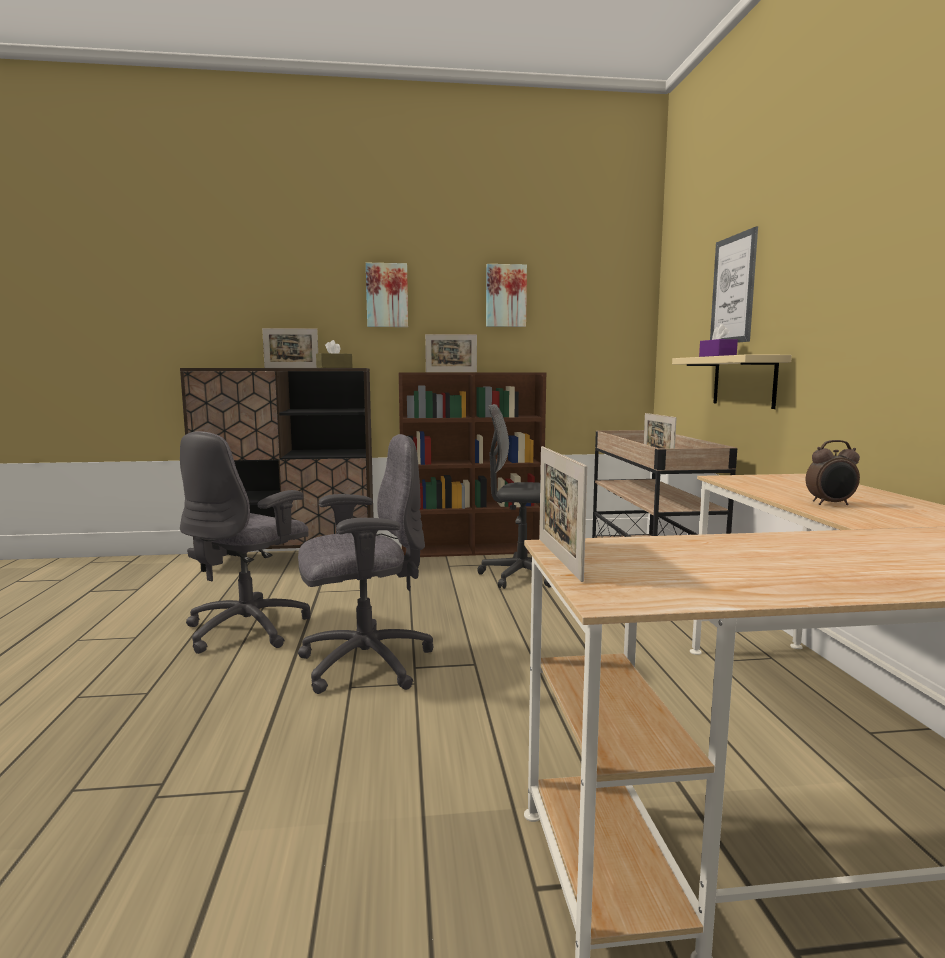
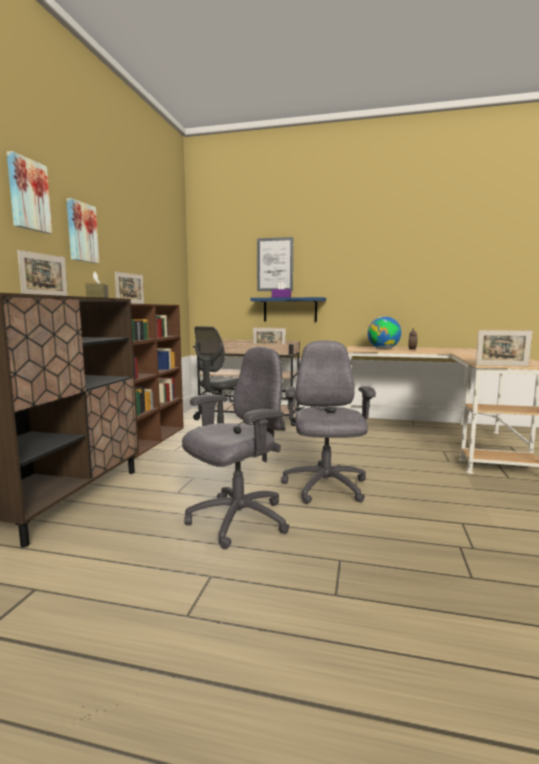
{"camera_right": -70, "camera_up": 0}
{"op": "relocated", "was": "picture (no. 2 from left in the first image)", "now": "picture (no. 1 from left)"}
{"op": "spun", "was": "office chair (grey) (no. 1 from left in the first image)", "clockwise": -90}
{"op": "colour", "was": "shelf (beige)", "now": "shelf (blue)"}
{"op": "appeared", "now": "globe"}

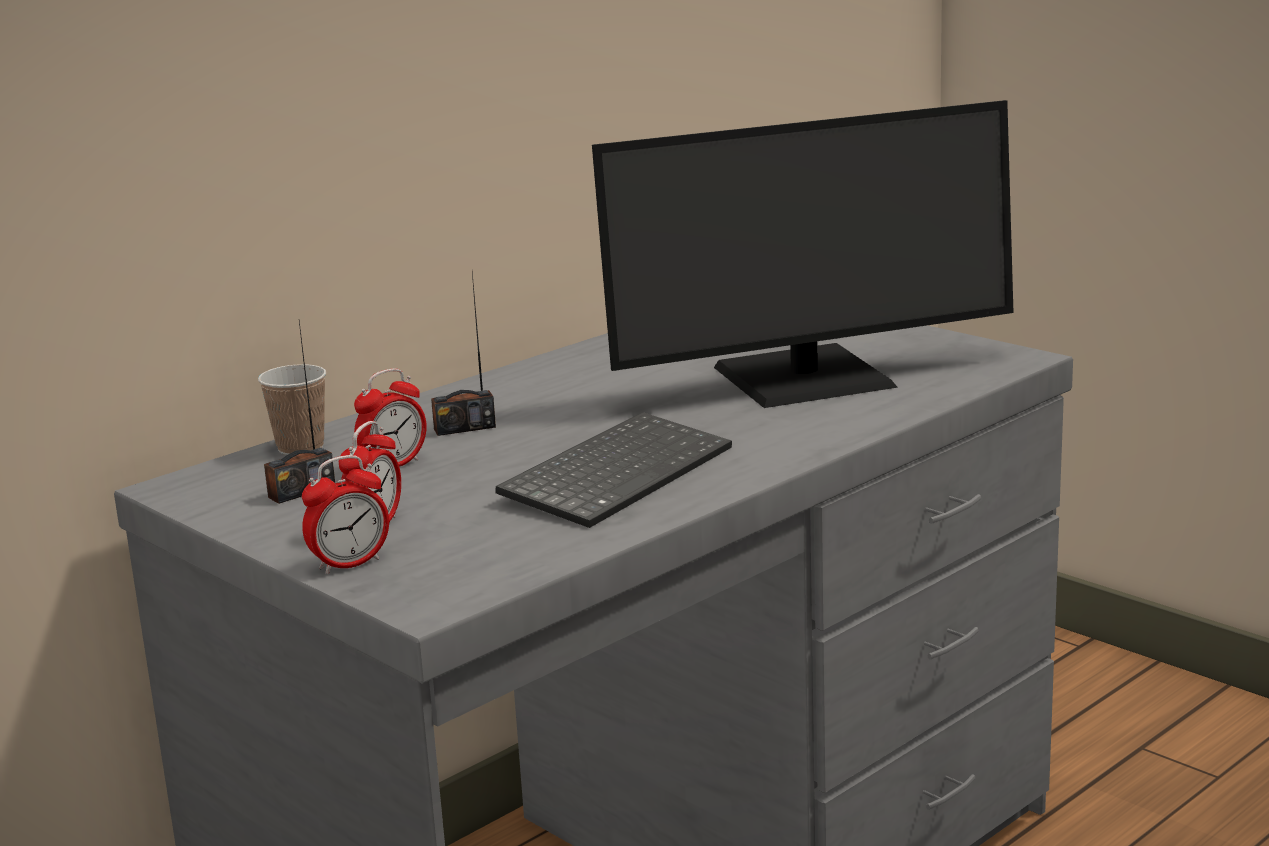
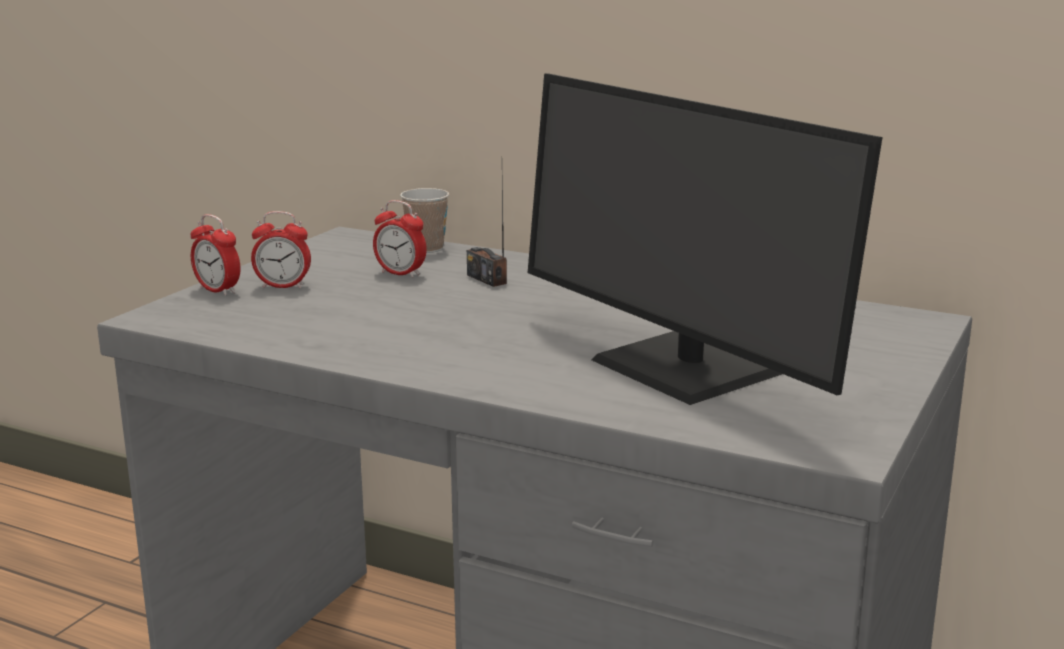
{"camera_right": 70, "camera_up": 0}
{"op": "missing", "was": "radio (no. 1 from left)"}
{"op": "missing", "was": "keyboard"}

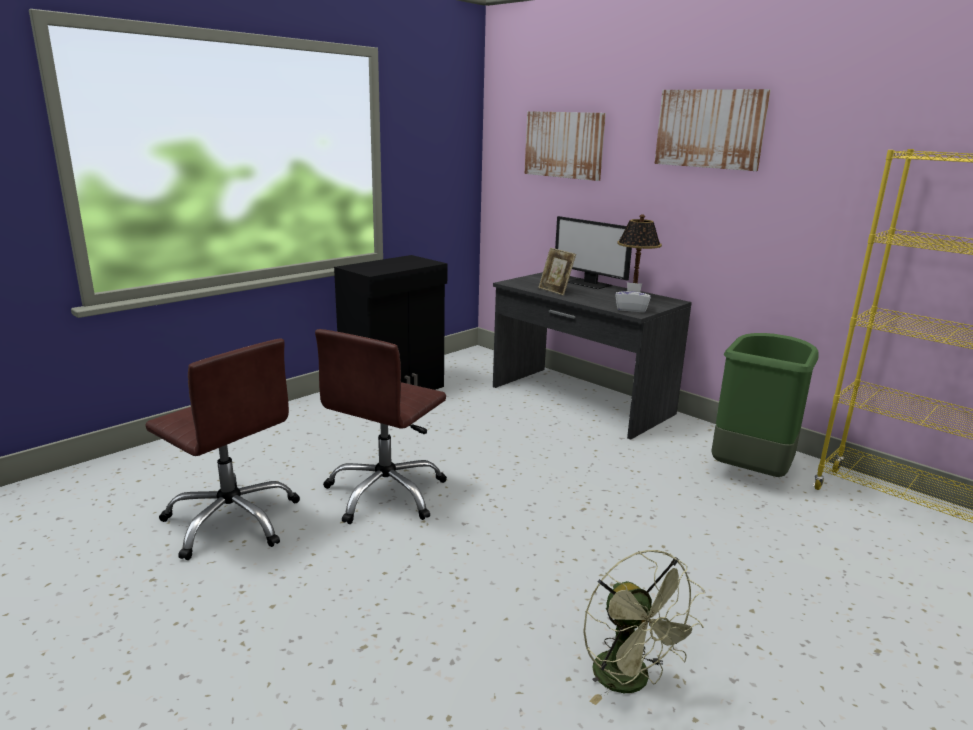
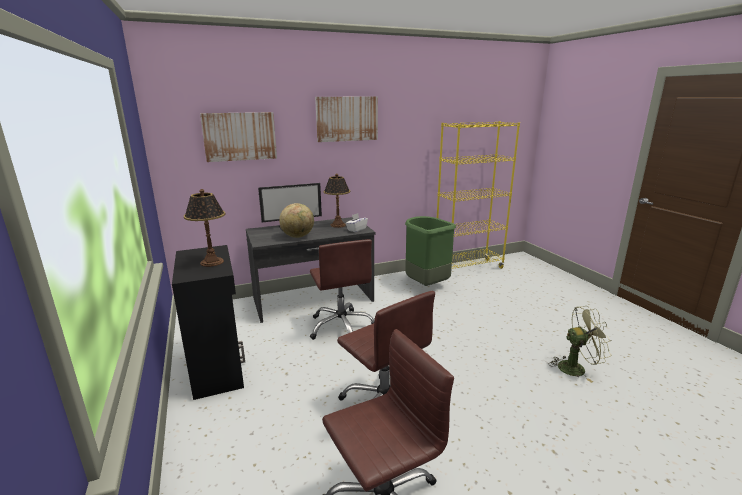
{"camera_right": -65, "camera_up": 0}
{"op": "appeared", "now": "table lamp (no. 1 from left)"}
{"op": "exchanged", "was": "picture frame", "now": "globe"}
{"op": "appeared", "now": "office chair (brown) (no. 1 from left)"}

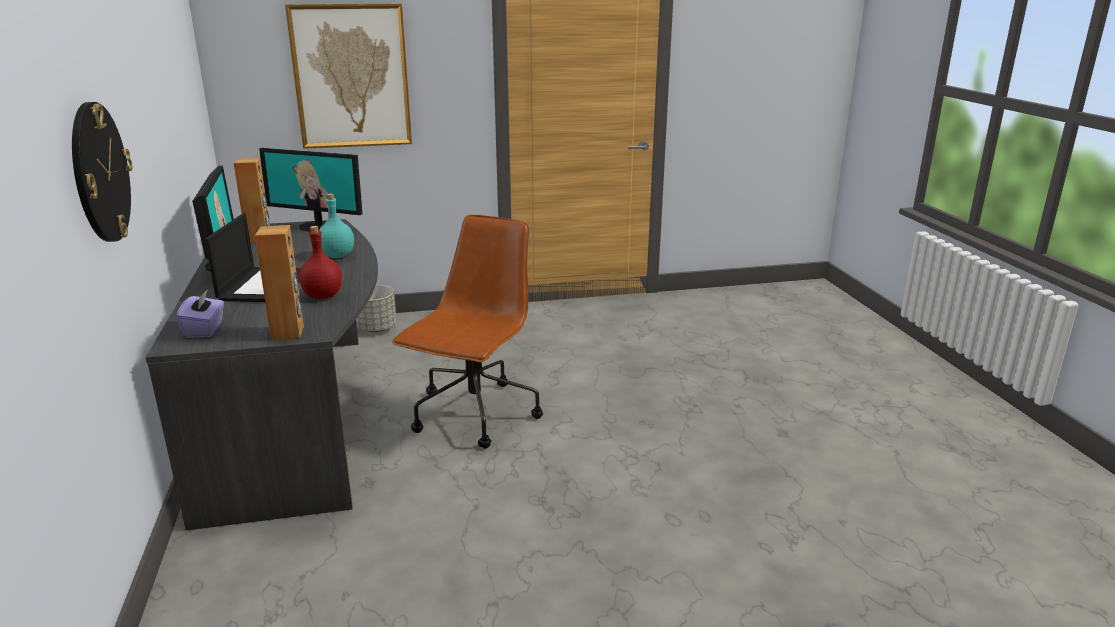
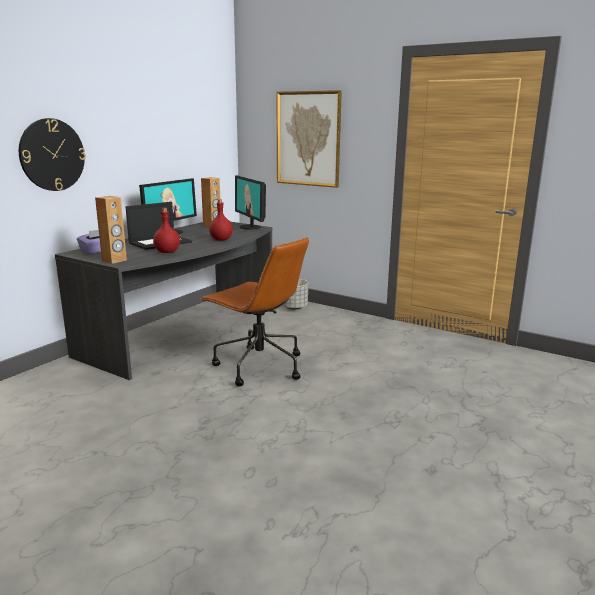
{"camera_right": 45, "camera_up": -5}
{"op": "spun", "was": "office chair (brown)", "clockwise": 60}
{"op": "colour", "was": "bottle (turquoise)", "now": "bottle (red) (no. 2 from left)"}

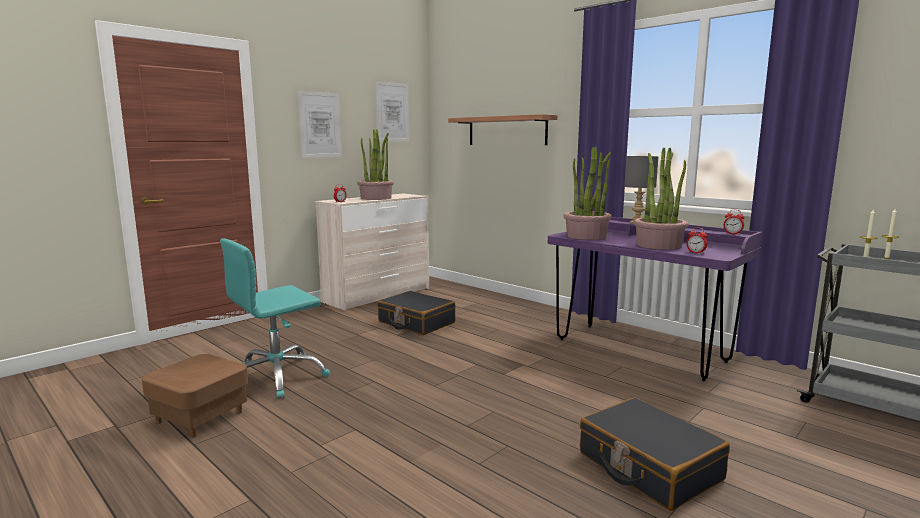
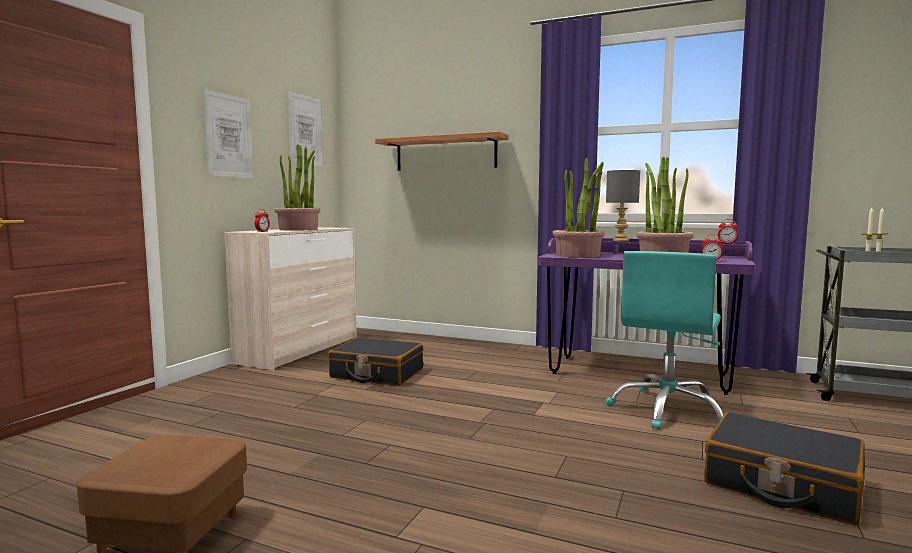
{"camera_right": -20, "camera_up": -5}
{"op": "relocated", "was": "office chair (turquoise)"}

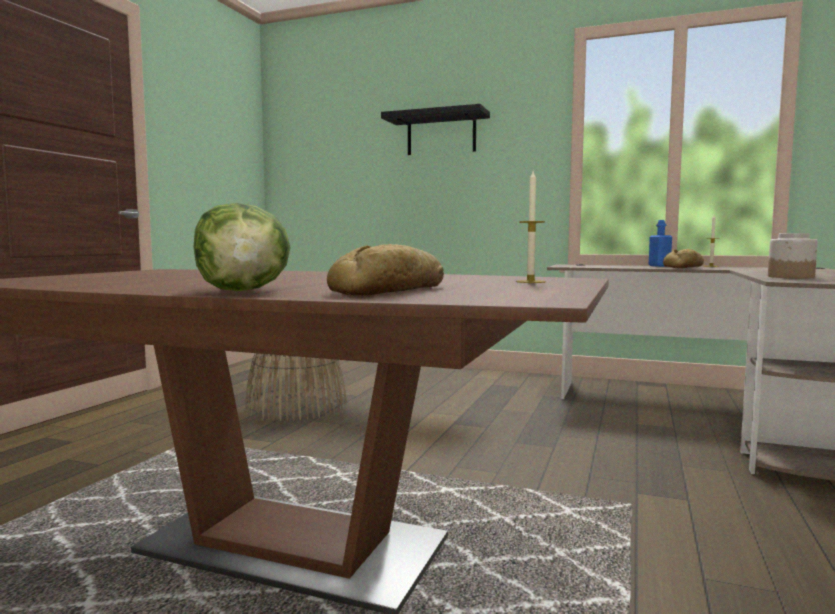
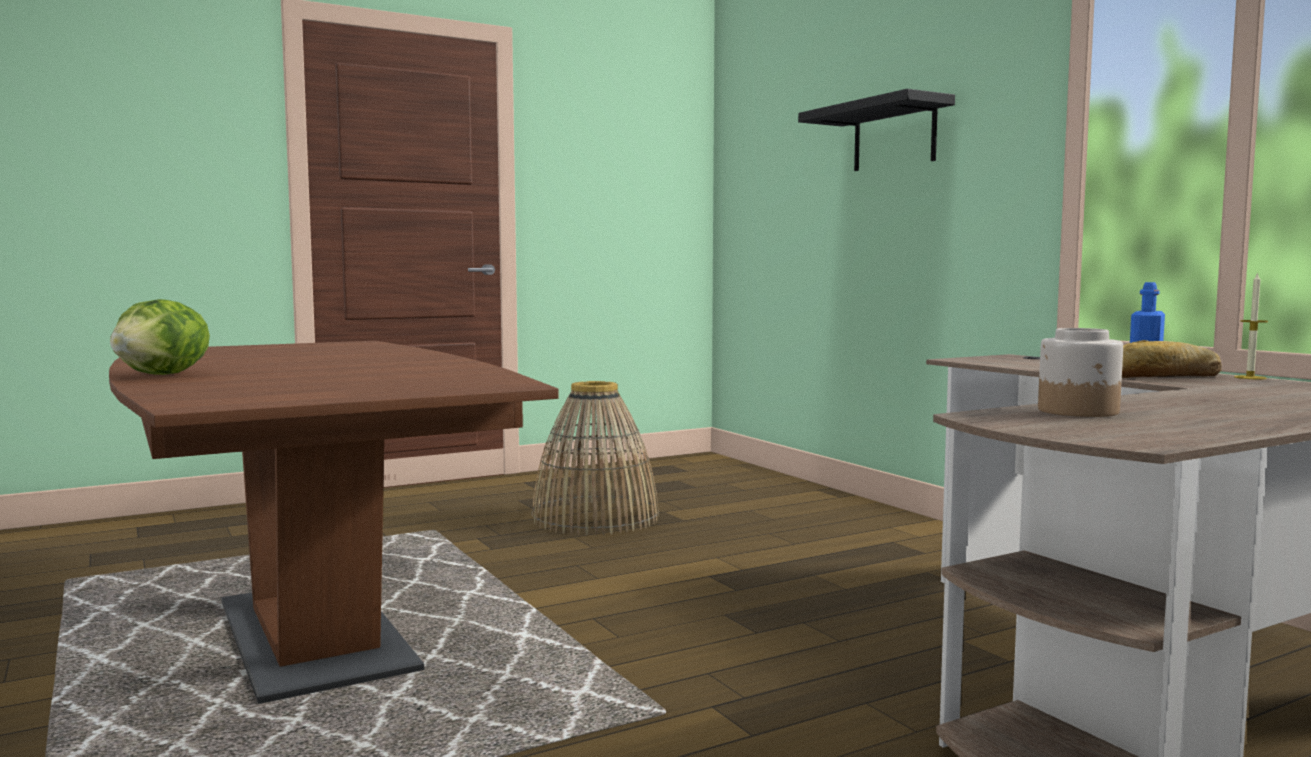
{"camera_right": 40, "camera_up": 0}
{"op": "missing", "was": "bread (no. 1 from left)"}
{"op": "missing", "was": "candle (no. 1 from left)"}

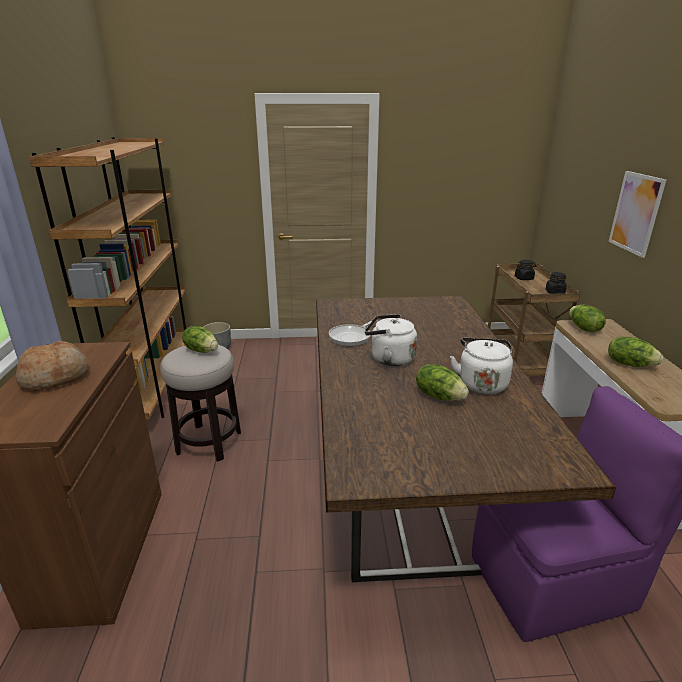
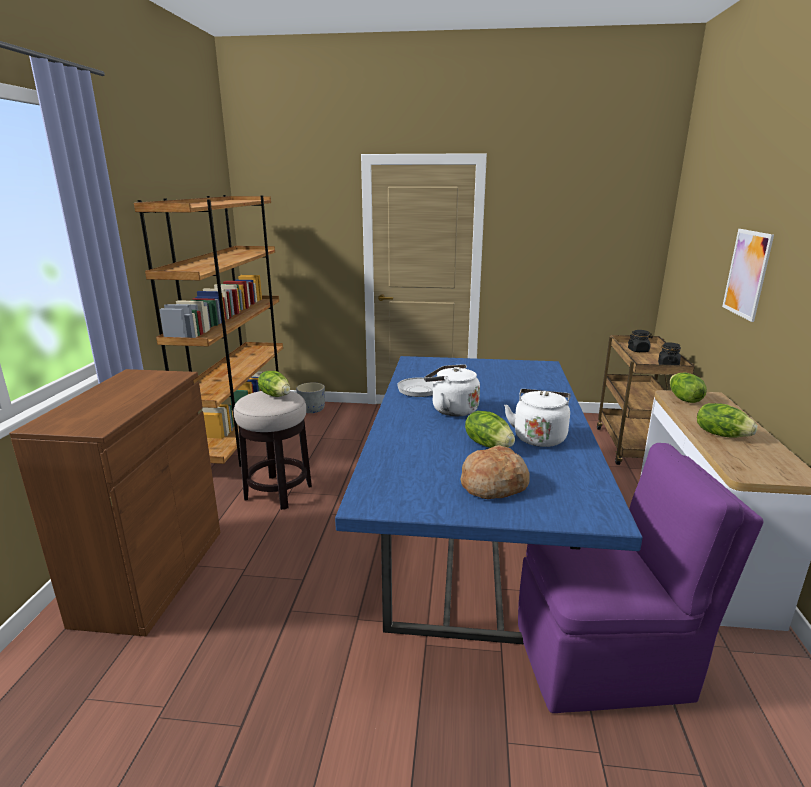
{"camera_right": 10, "camera_up": -5}
{"op": "colour", "was": "dining table (brown)", "now": "dining table (blue)"}
{"op": "relocated", "was": "bread"}

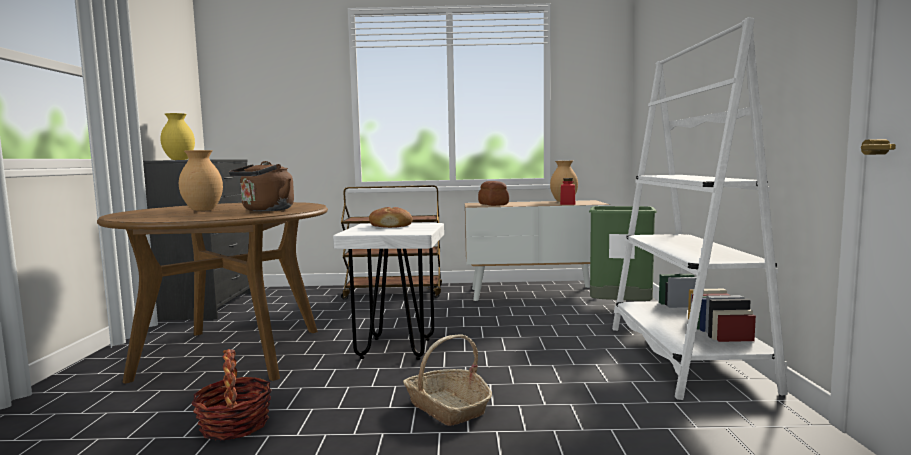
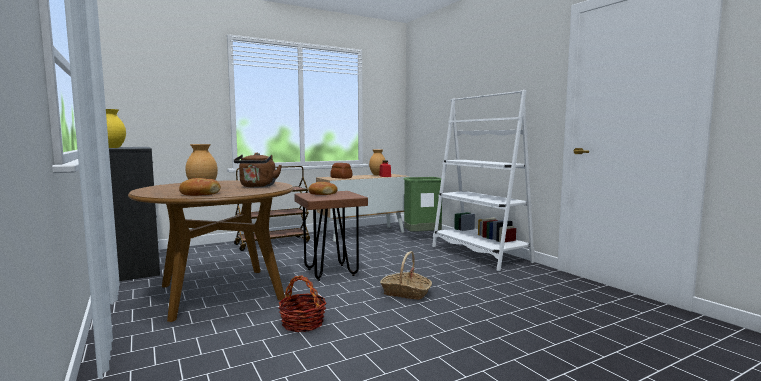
{"camera_right": -30, "camera_up": 0}
{"op": "appeared", "now": "bread (no. 1 from left)"}
{"op": "colour", "was": "stool (white)", "now": "stool (brown)"}

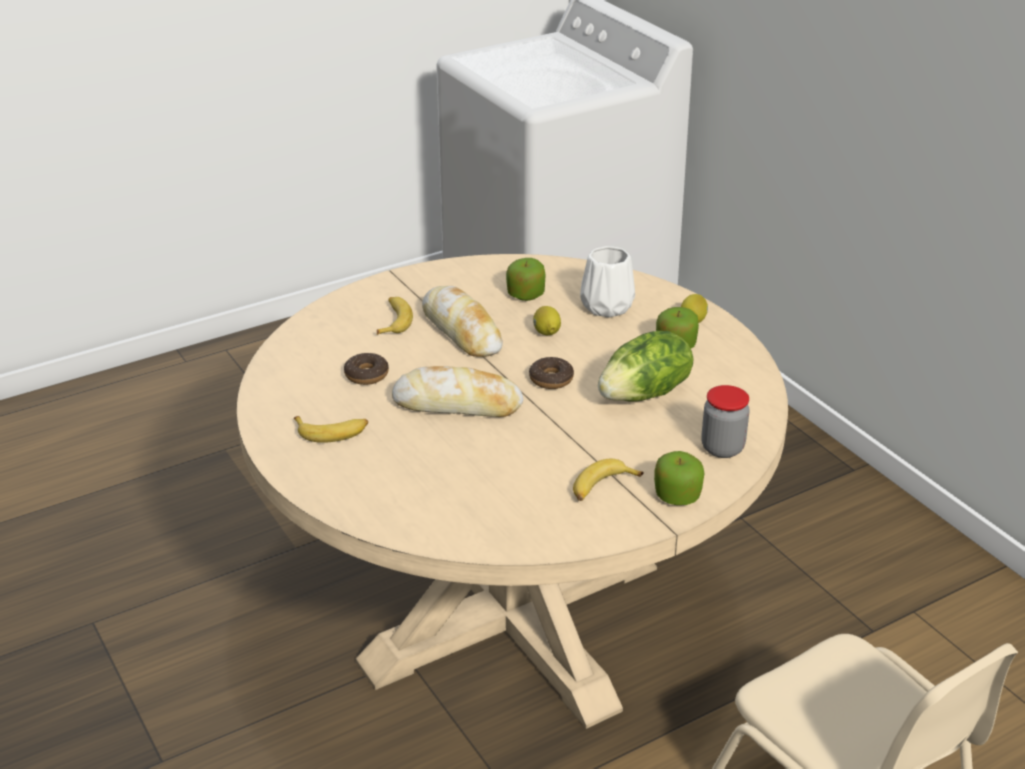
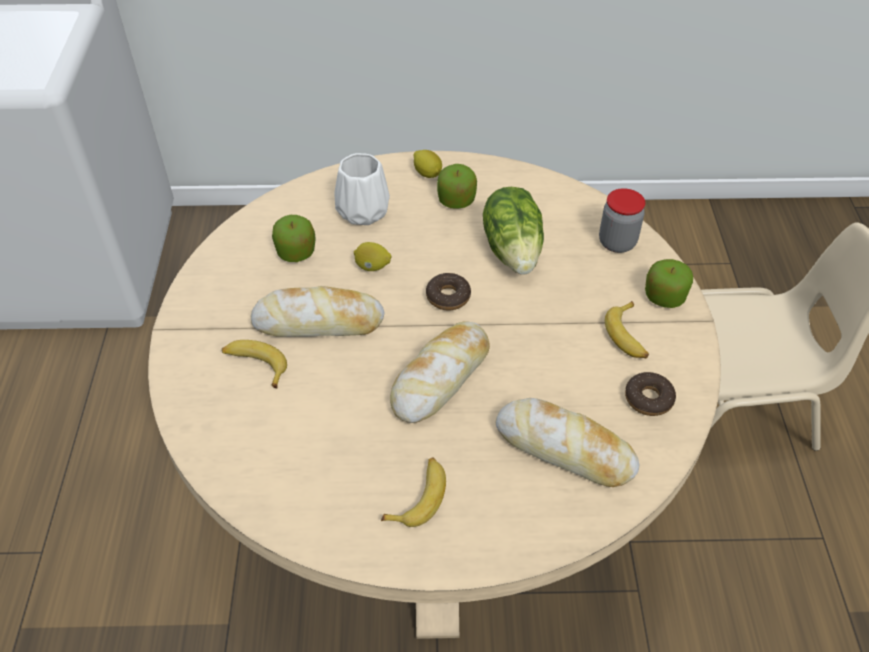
{"camera_right": -60, "camera_up": 15}
{"op": "appeared", "now": "bread (no. 3 from left)"}
{"op": "relocated", "was": "donut (no. 1 from left in the first image)", "now": "donut (no. 2 from left)"}

